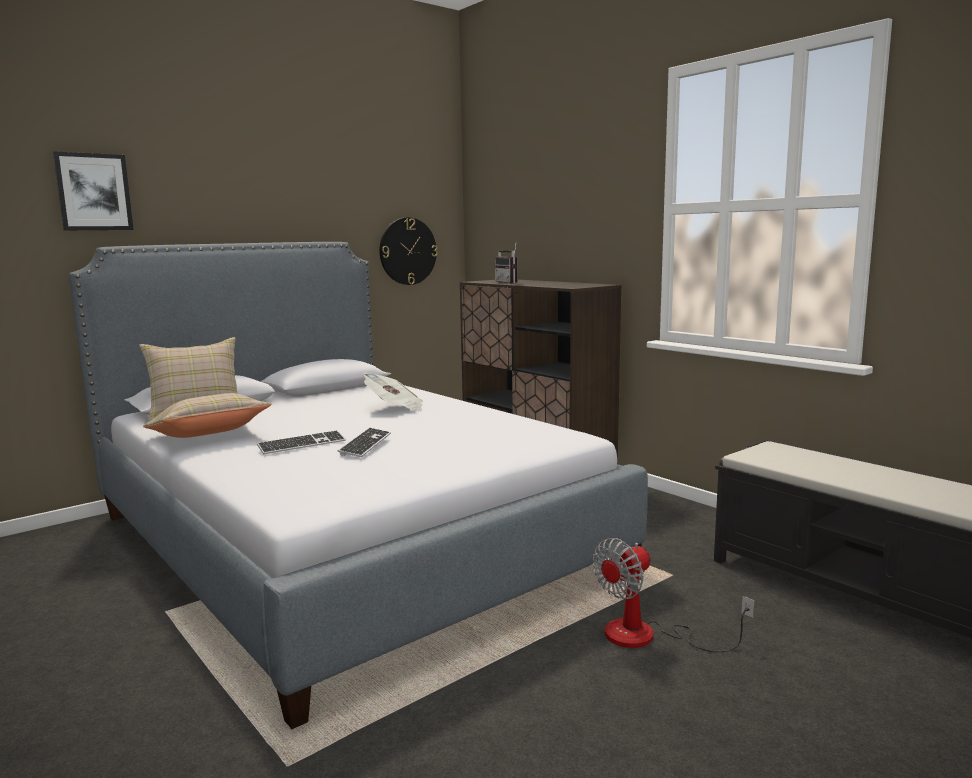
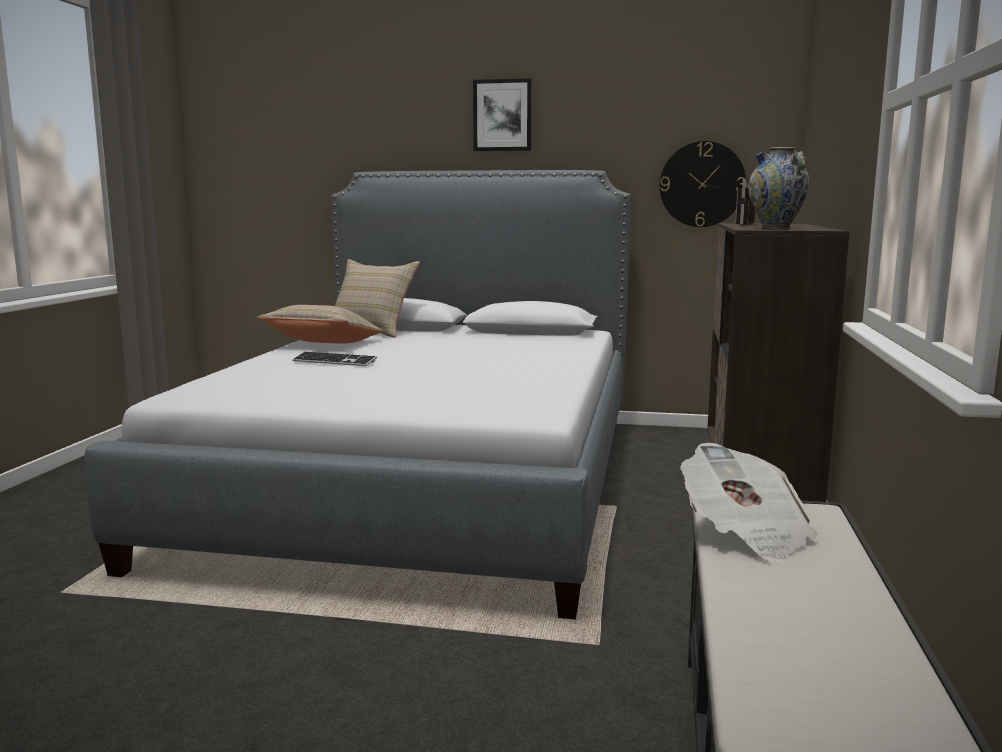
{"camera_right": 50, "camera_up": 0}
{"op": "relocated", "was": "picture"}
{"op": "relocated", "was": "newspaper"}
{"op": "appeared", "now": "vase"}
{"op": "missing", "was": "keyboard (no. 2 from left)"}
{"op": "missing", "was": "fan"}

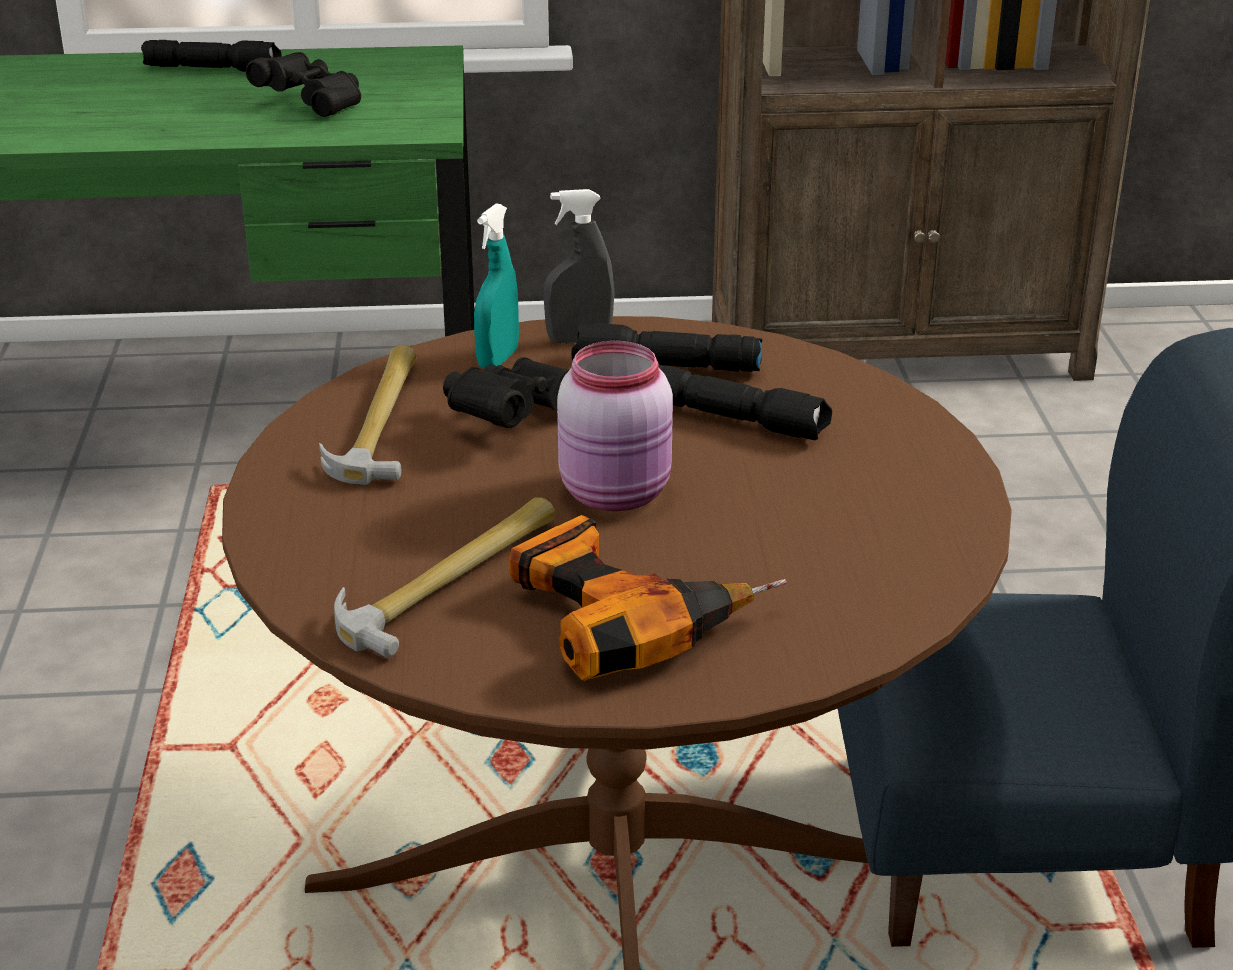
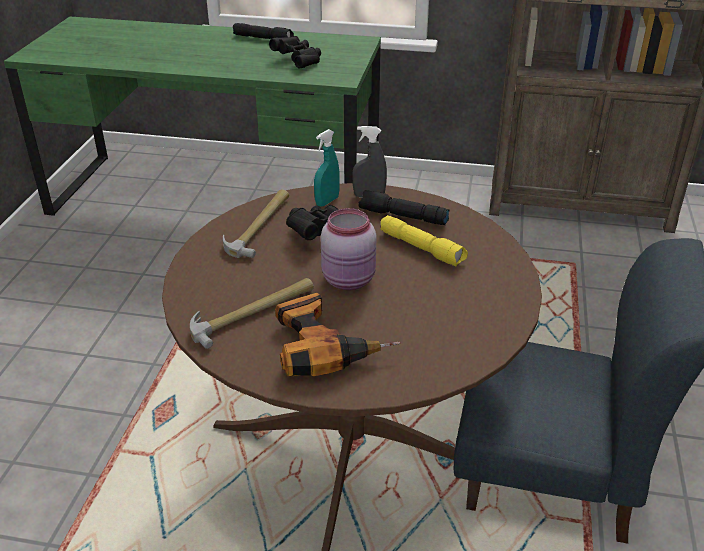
{"camera_right": 15, "camera_up": 5}
{"op": "colour", "was": "flashlight (black) (no. 3 from left)", "now": "flashlight (yellow)"}

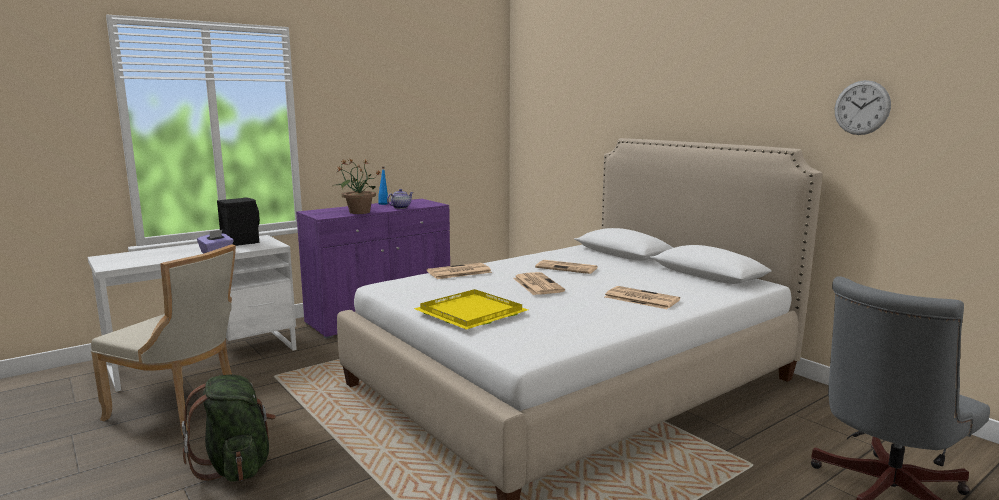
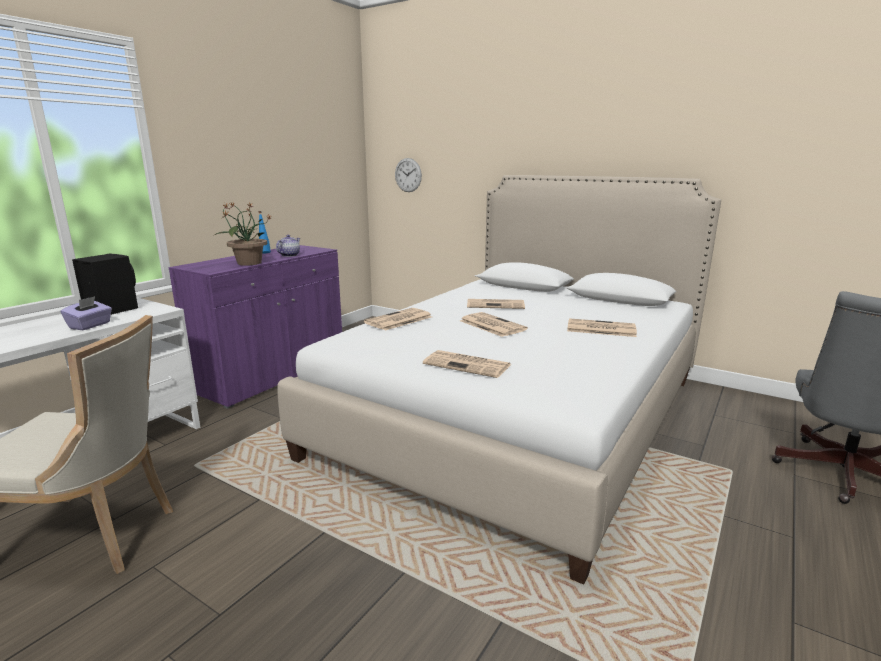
{"camera_right": -20, "camera_up": 5}
{"op": "relocated", "was": "wall clock"}
{"op": "exchanged", "was": "tray (yellow)", "now": "newspaper (no. 2 from left)"}
{"op": "missing", "was": "backpack (green)"}

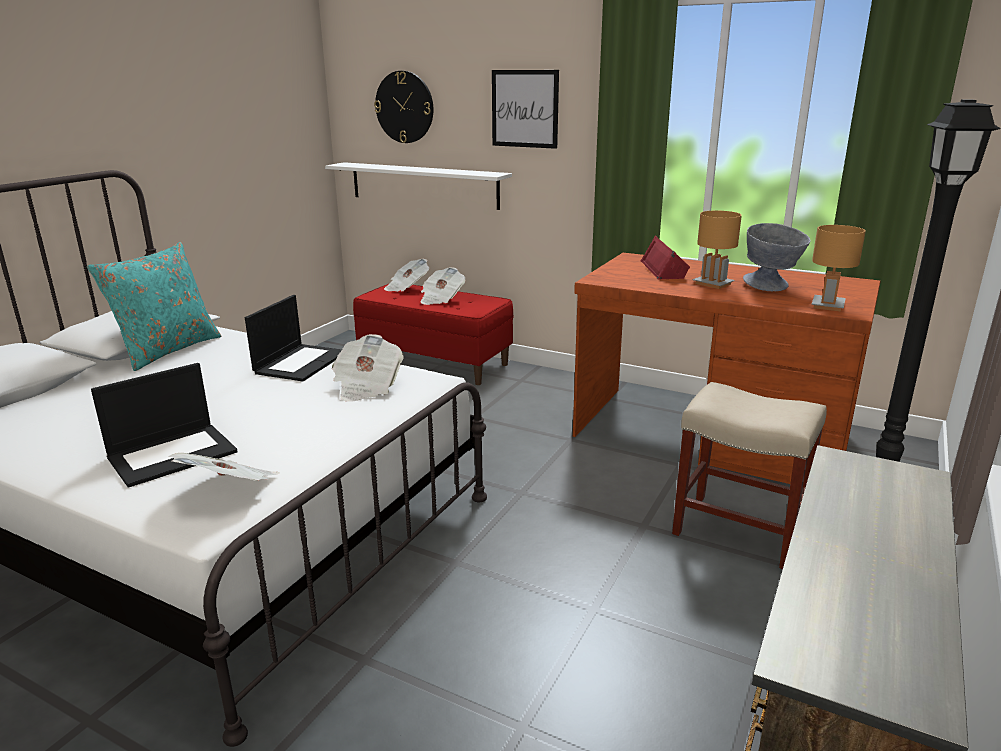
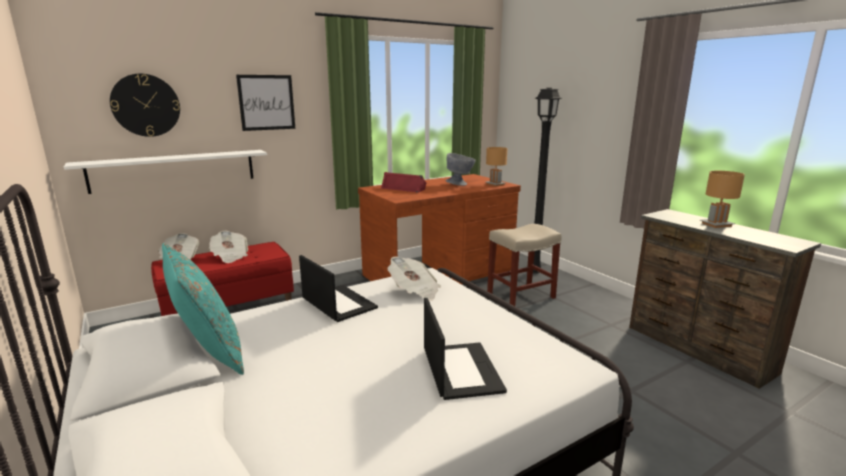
{"camera_right": -60, "camera_up": -5}
{"op": "relocated", "was": "table lamp (brown) (no. 1 from left in the first image)", "now": "table lamp (brown) (no. 2 from left)"}
{"op": "missing", "was": "newspaper (no. 1 from left)"}

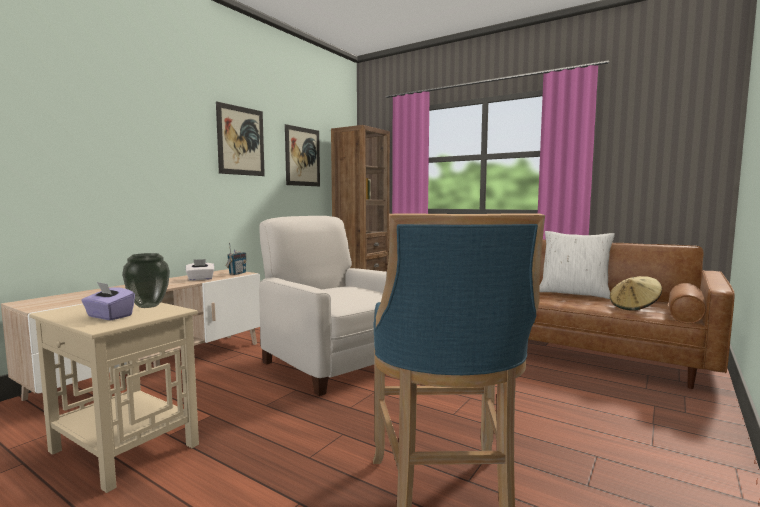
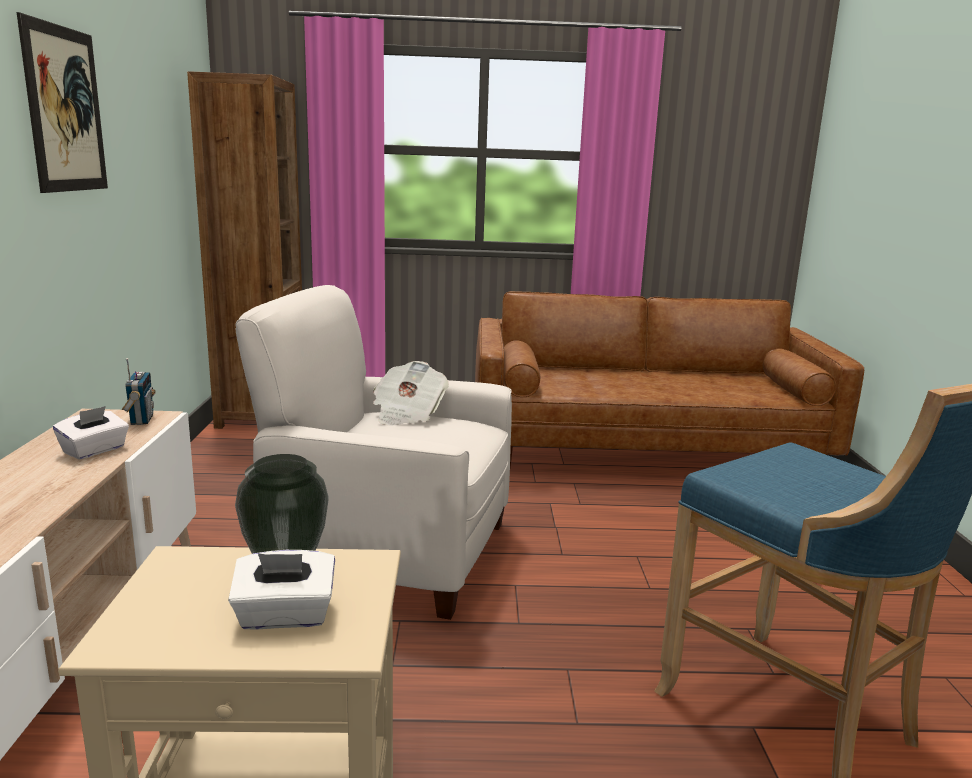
{"camera_right": -35, "camera_up": 10}
{"op": "colour", "was": "tissue box (purple)", "now": "tissue box (white) (no. 2 from left)"}
{"op": "appeared", "now": "newspaper"}
{"op": "missing", "was": "picture (no. 2 from left)"}
{"op": "missing", "was": "pillow (white)"}
{"op": "missing", "was": "hat (beige)"}

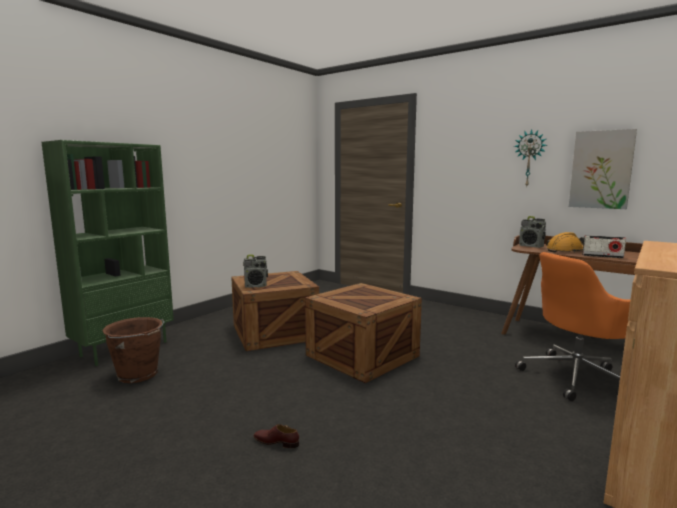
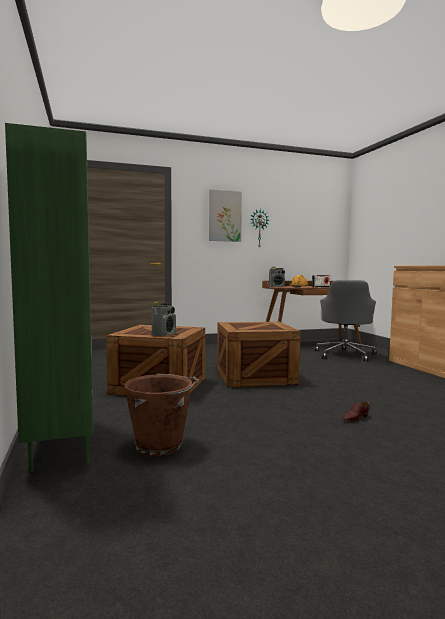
{"camera_right": -55, "camera_up": -5}
{"op": "relocated", "was": "picture"}
{"op": "colour", "was": "office chair (orange)", "now": "office chair (grey)"}

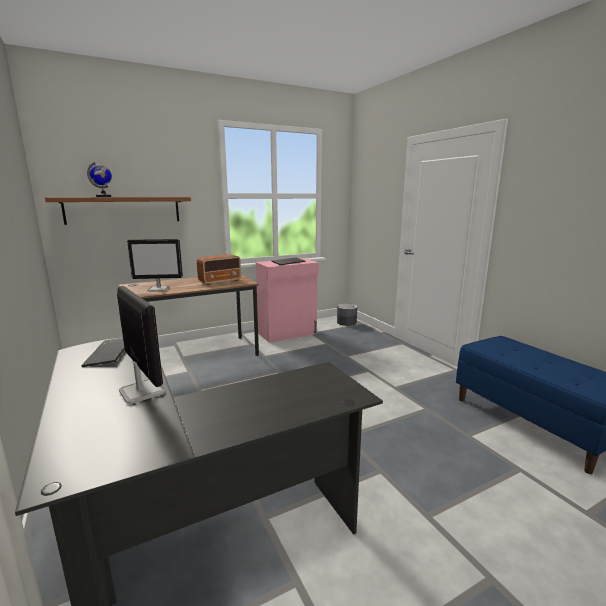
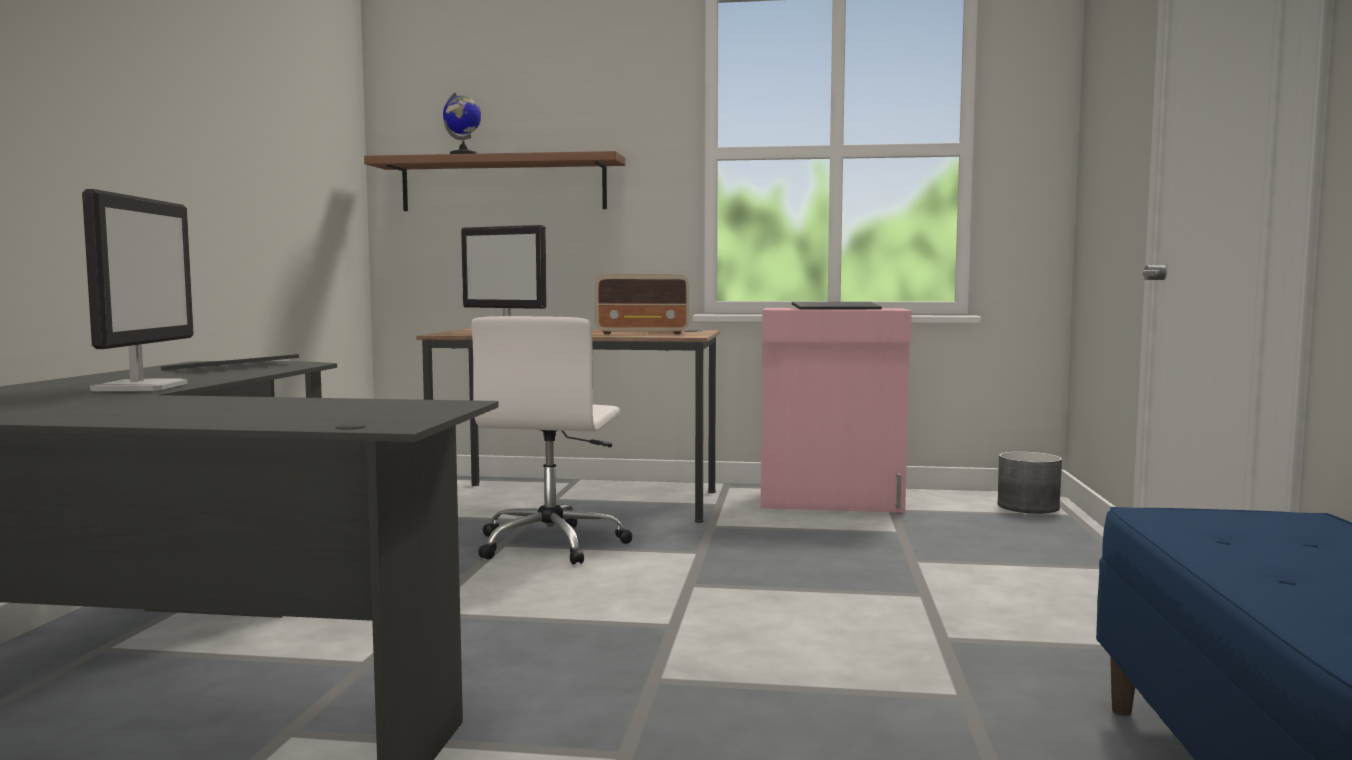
{"camera_right": 35, "camera_up": -10}
{"op": "appeared", "now": "office chair (white)"}

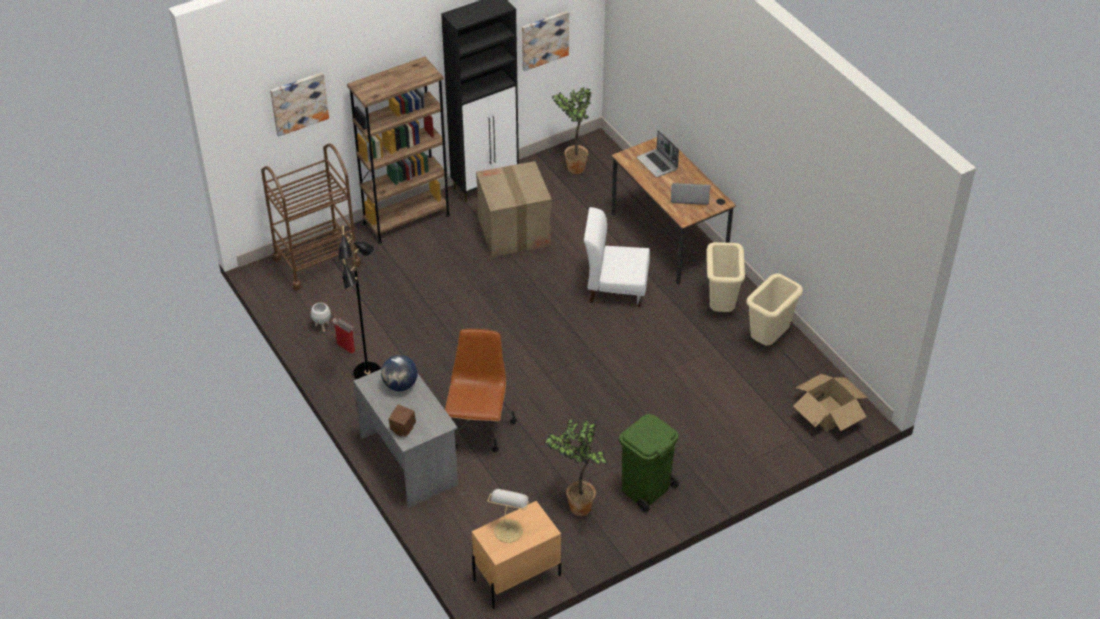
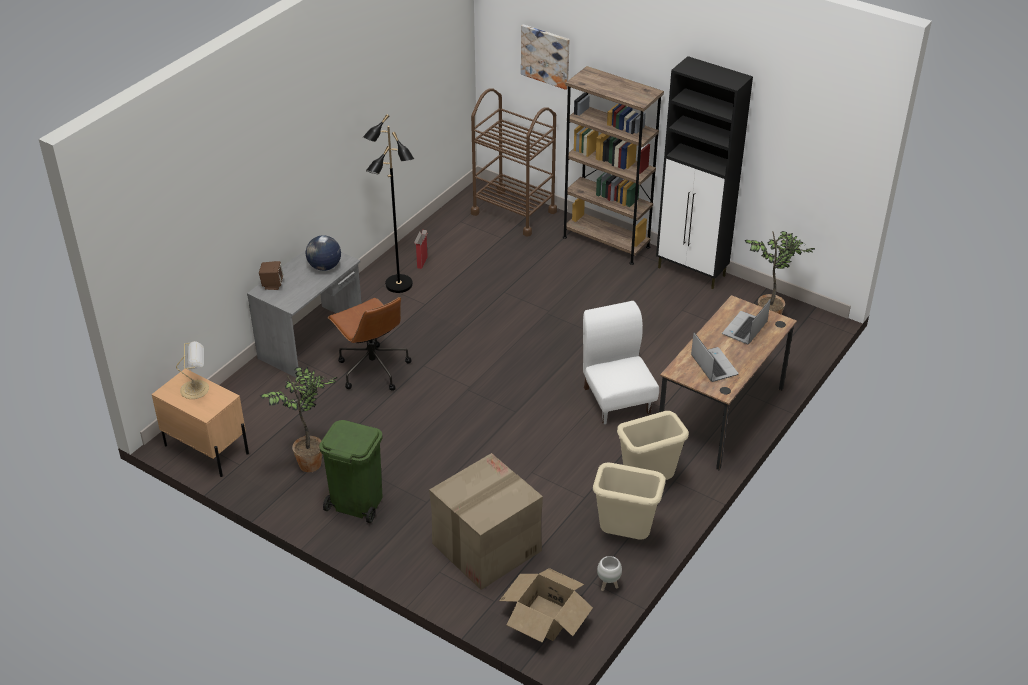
{"camera_right": 65, "camera_up": -5}
{"op": "spun", "was": "office chair (brown)", "clockwise": 75}
{"op": "relocated", "was": "cardboard box (no. 2 from left)"}
{"op": "relocated", "was": "planter (white)"}
{"op": "missing", "was": "picture (no. 2 from left)"}

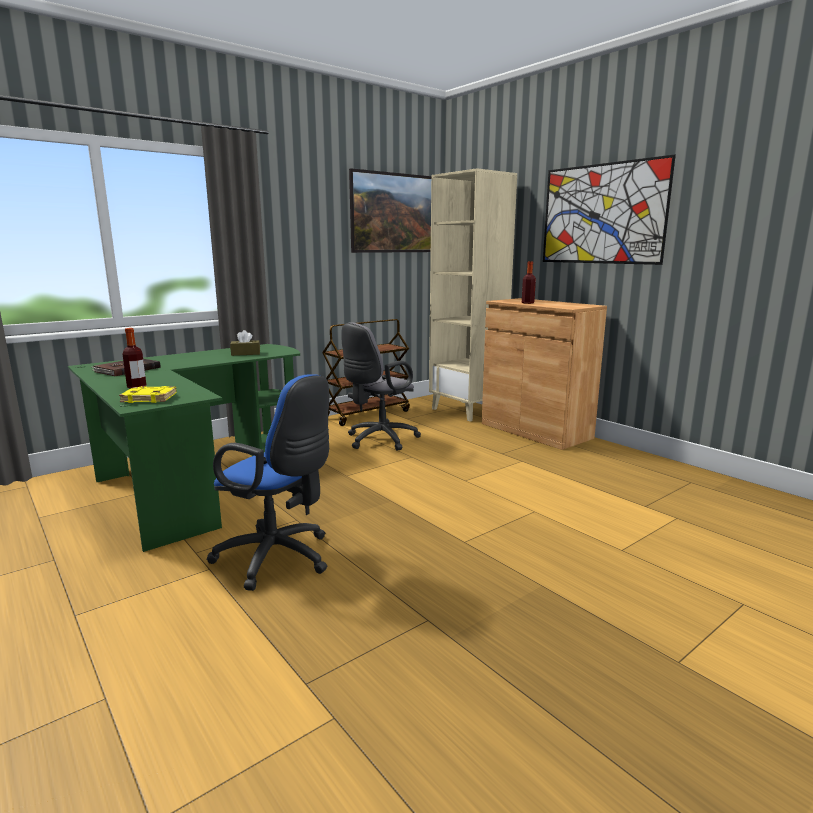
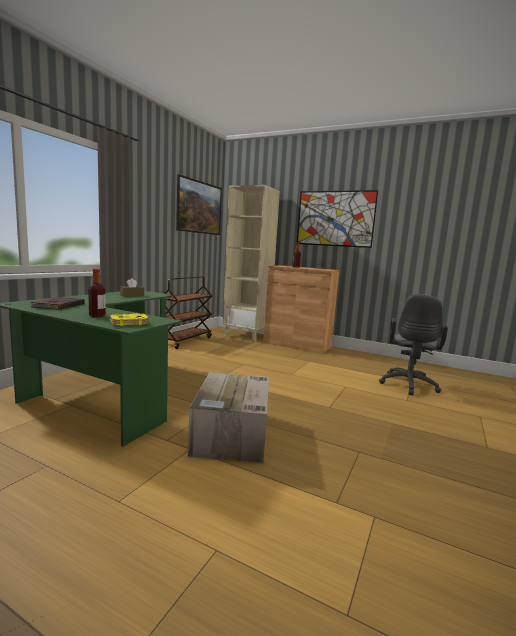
{"camera_right": -25, "camera_up": -5}
{"op": "exchanged", "was": "office chair (blue)", "now": "cardboard box"}
{"op": "relocated", "was": "office chair (grey)"}

